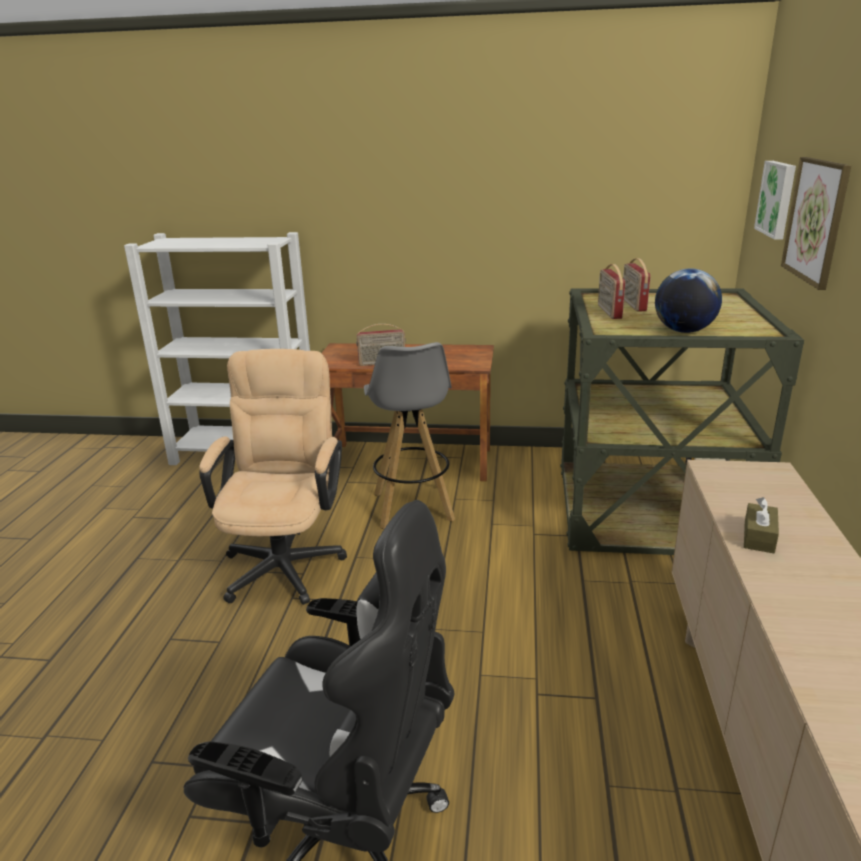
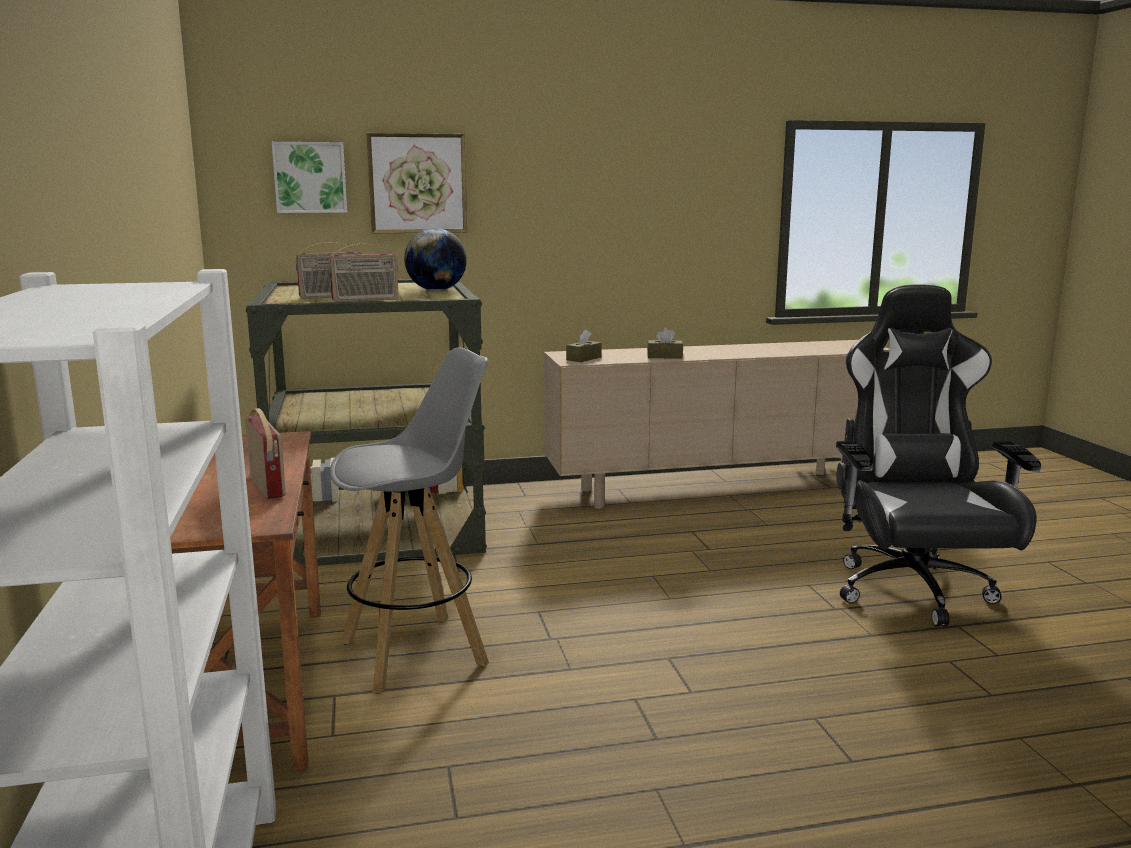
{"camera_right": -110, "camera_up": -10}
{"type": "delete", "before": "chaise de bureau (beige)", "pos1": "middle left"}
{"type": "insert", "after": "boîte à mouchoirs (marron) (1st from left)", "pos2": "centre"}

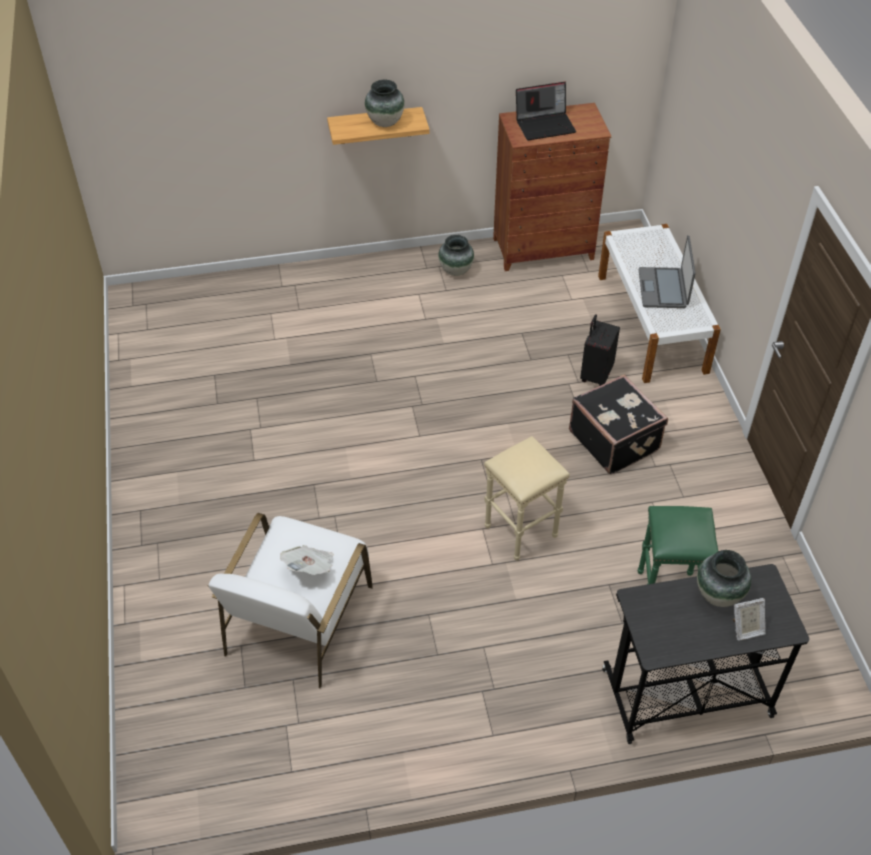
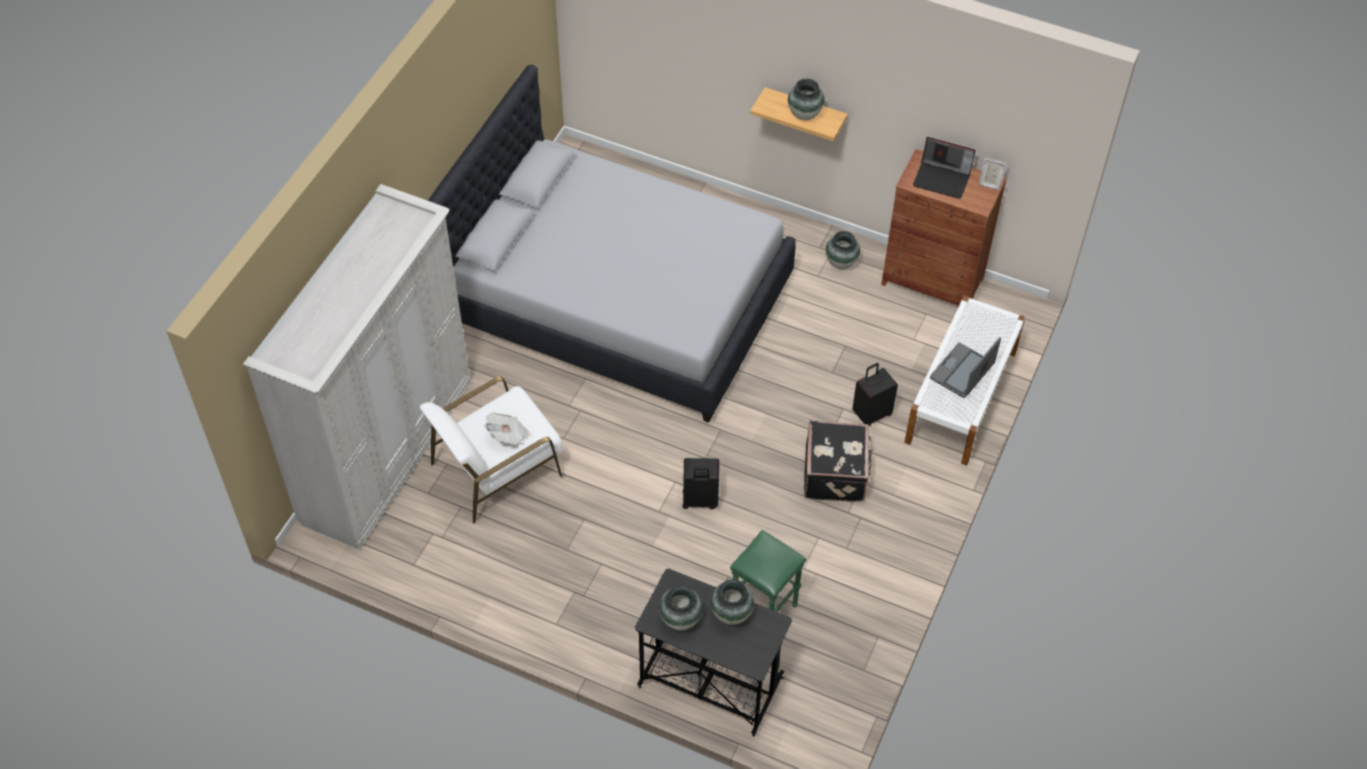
{"camera_right": 35, "camera_up": 5}
{"type": "replace", "before": "tabouret (beige)", "after": "valise (noir) (1st from left)", "pos1": "centre", "pos2": "centre"}
{"type": "move", "before": "cadre photo", "pos1": "bottom right", "pos2": "top right"}
{"type": "insert", "after": "armoire (blanc)", "pos2": "middle left"}
{"type": "insert", "after": "lit (gris)", "pos2": "top centre"}
{"type": "insert", "after": "vase (1st from left)", "pos2": "bottom centre"}

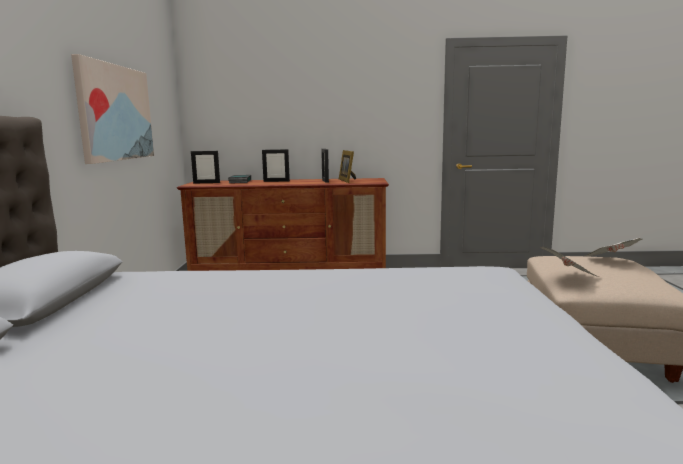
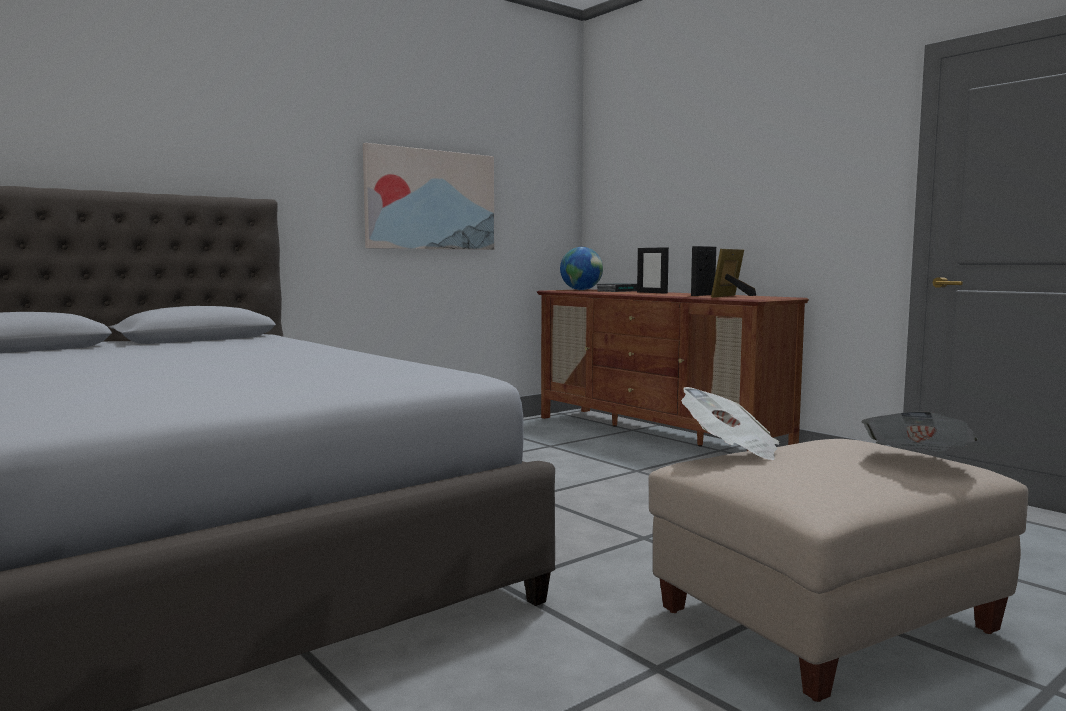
{"camera_right": 50, "camera_up": -5}
{"type": "replace", "before": "cadre photo (1st from left)", "after": "globe", "pos1": "middle left", "pos2": "centre"}

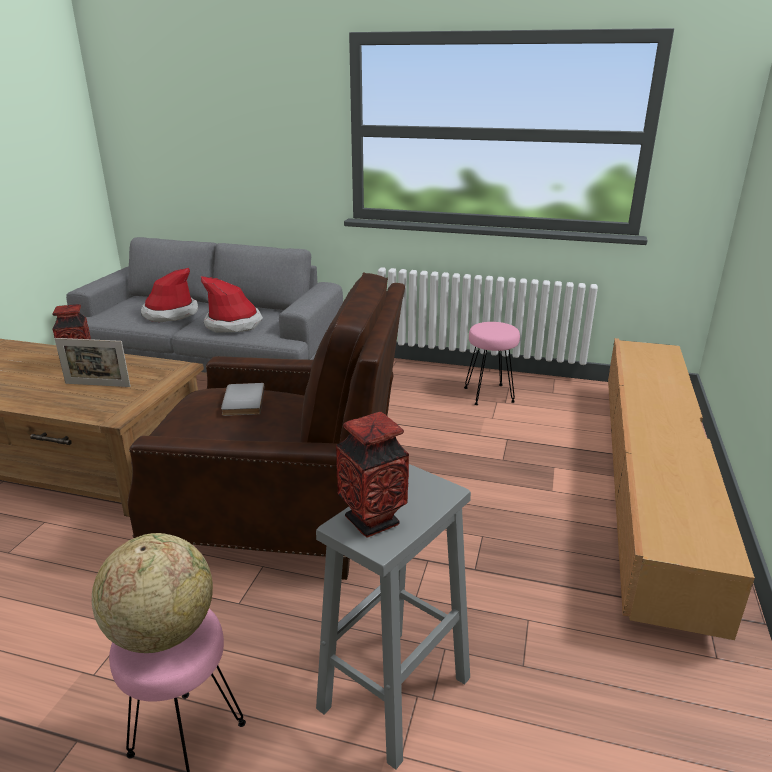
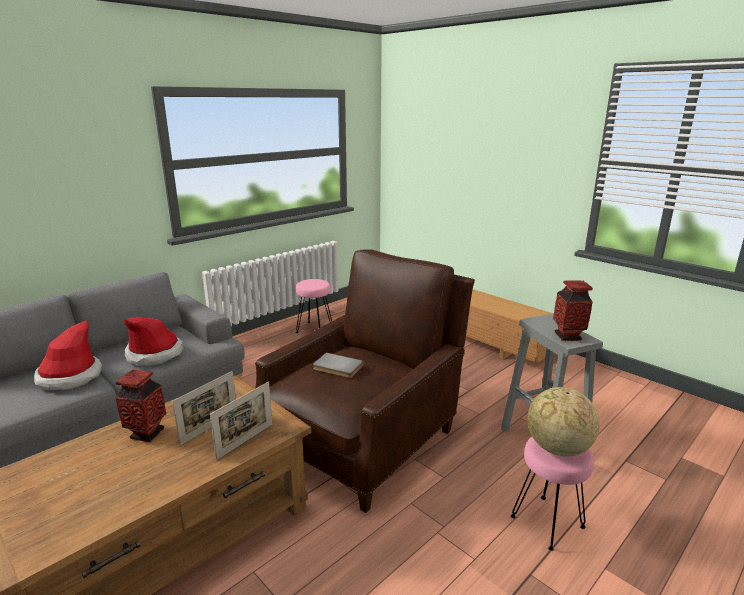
{"camera_right": -60, "camera_up": -5}
{"type": "insert", "after": "cadre photo (2nd from left)", "pos2": "bottom left"}

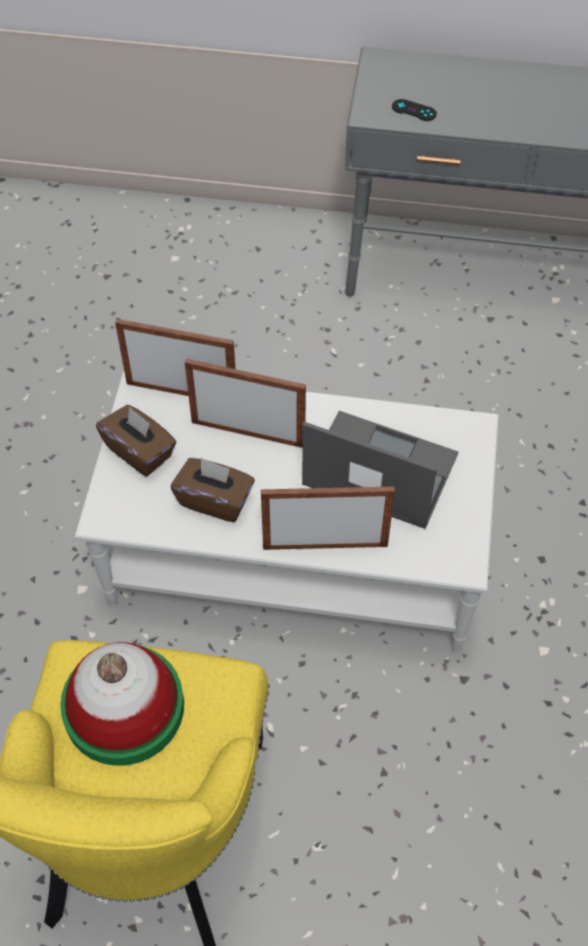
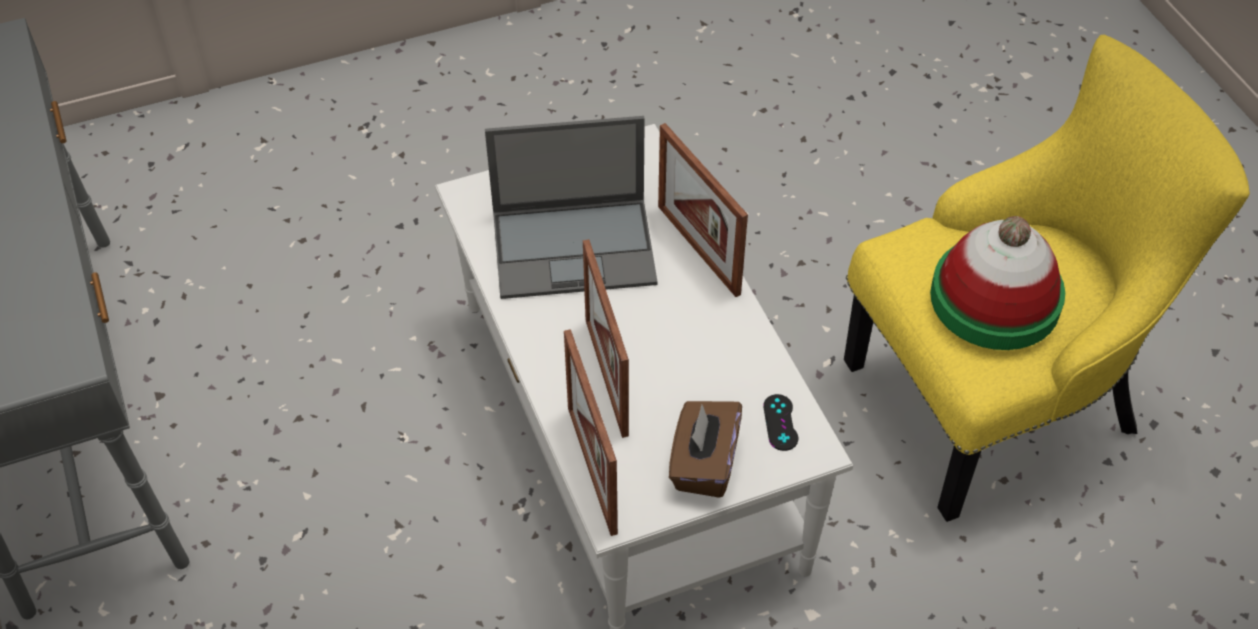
{"camera_right": -120, "camera_up": -5}
{"type": "delete", "before": "boîte à mouchoirs (marron) (2nd from left)", "pos1": "centre"}
{"type": "rotate", "before": "ordinateur portable", "pos1": "centre", "pos2": "top centre", "turn": -90}
{"type": "move", "before": "manette (noir)", "pos1": "top right", "pos2": "bottom centre"}

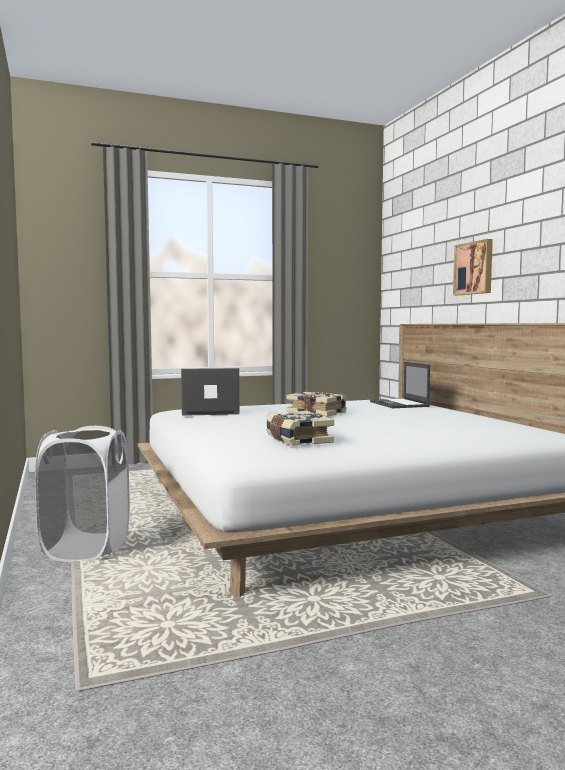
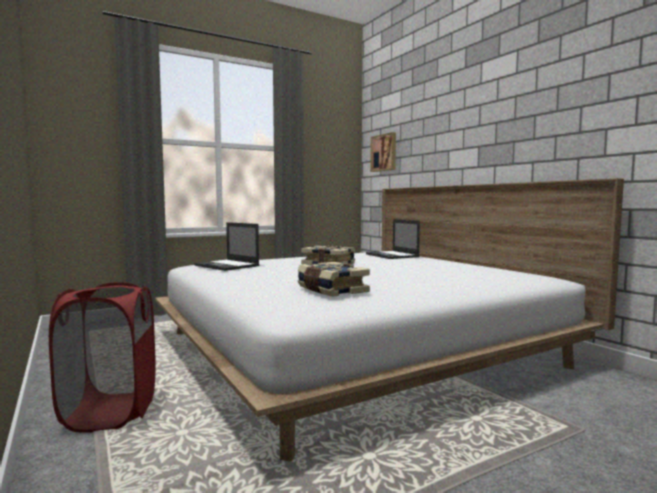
{"camera_right": -10, "camera_up": 0}
{"type": "recolor", "before": "panier à linge (blanc)", "after": "panier à linge (rouge)", "pos1": "middle left", "pos2": "bottom left"}
{"type": "rotate", "before": "ordinateur portable (1st from left)", "pos1": "centre", "pos2": "centre", "turn": -120}
{"type": "move", "before": "tableau", "pos1": "middle right", "pos2": "top centre"}

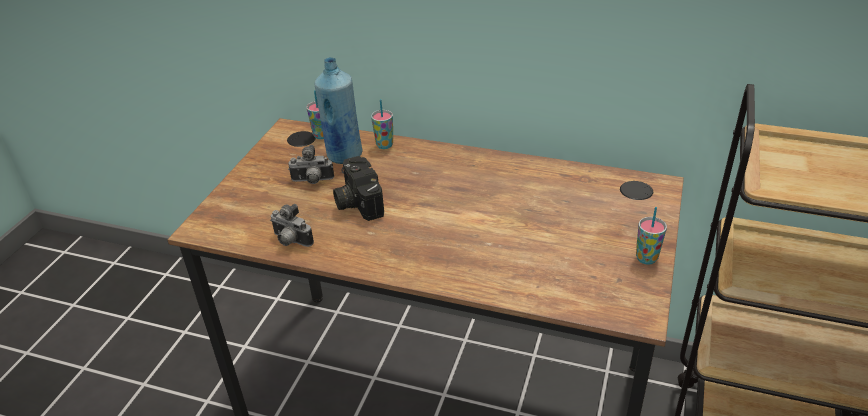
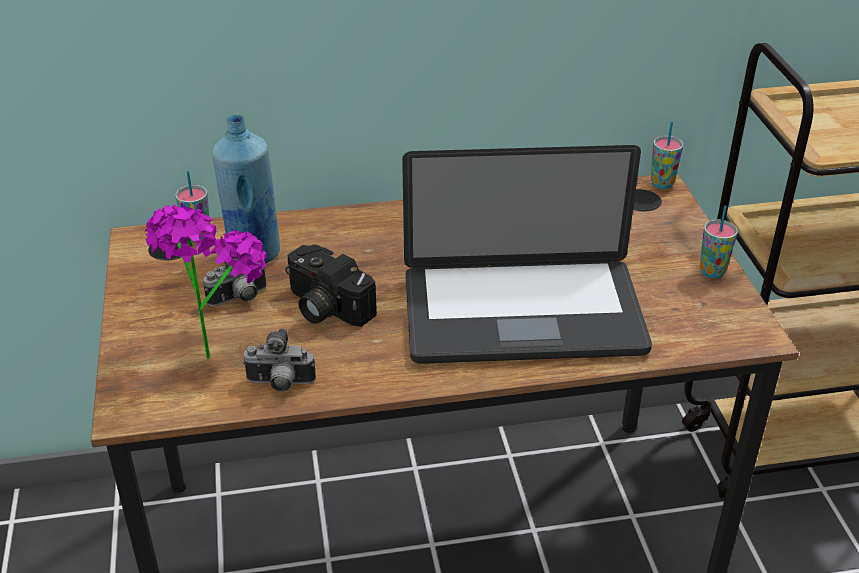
{"camera_right": -30, "camera_up": 0}
{"type": "move", "before": "tasse (2nd from left)", "pos1": "top centre", "pos2": "top right"}
{"type": "insert", "after": "plante en pot", "pos2": "middle left"}
{"type": "insert", "after": "ordinateur portable", "pos2": "centre"}

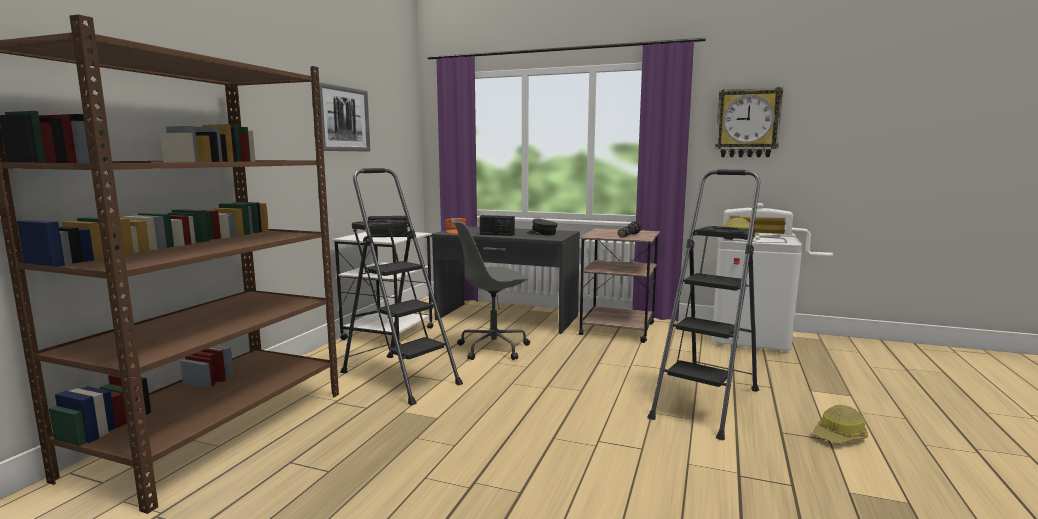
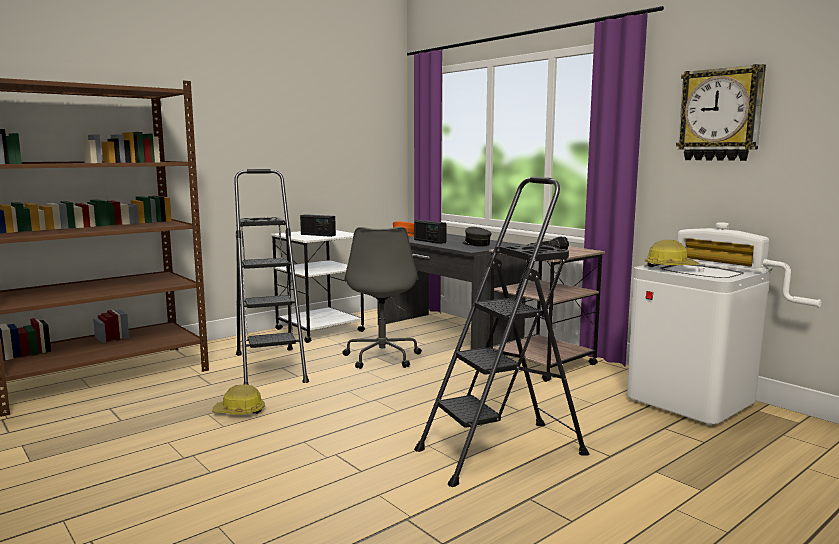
{"camera_right": 30, "camera_up": 0}
{"type": "delete", "before": "tableau", "pos1": "top left"}
{"type": "rotate", "before": "chaise de bureau (gris)", "pos1": "centre", "pos2": "centre", "turn": -105}
{"type": "move", "before": "casque de chantier (2nd from left in the first image)", "after": "casque de chantier (1st from left)", "pos1": "bottom right", "pos2": "bottom left"}

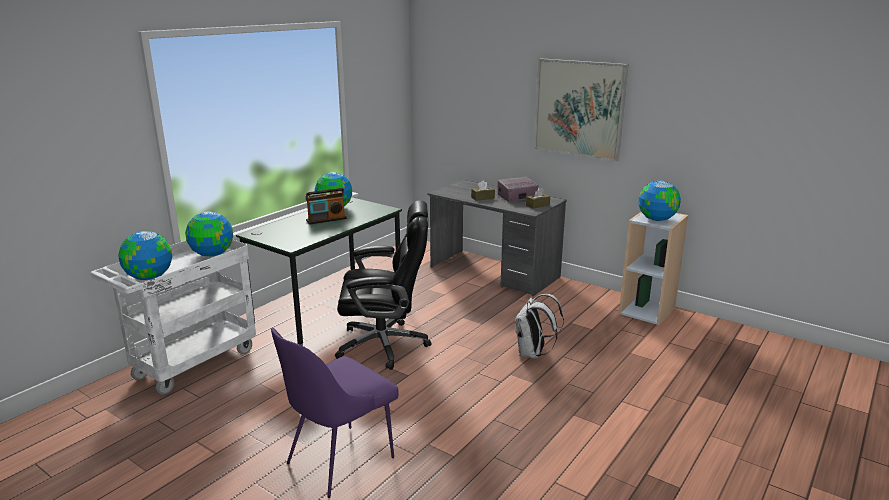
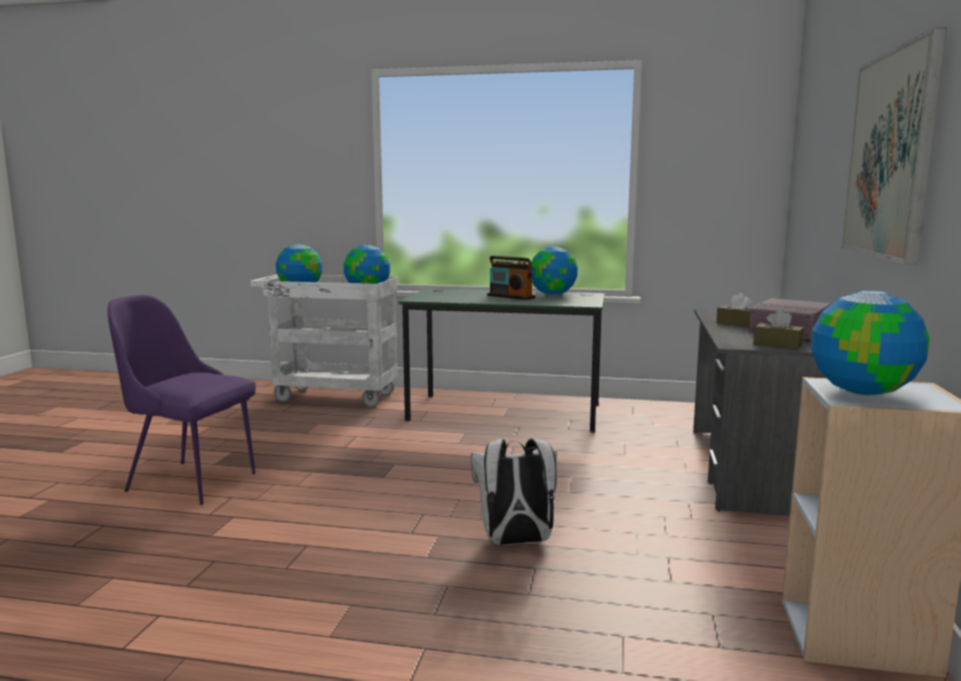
{"camera_right": 65, "camera_up": -10}
{"type": "delete", "before": "chaise de bureau (noir)", "pos1": "centre"}

